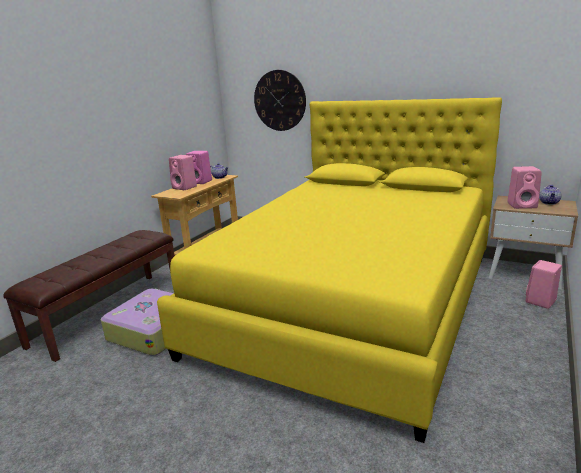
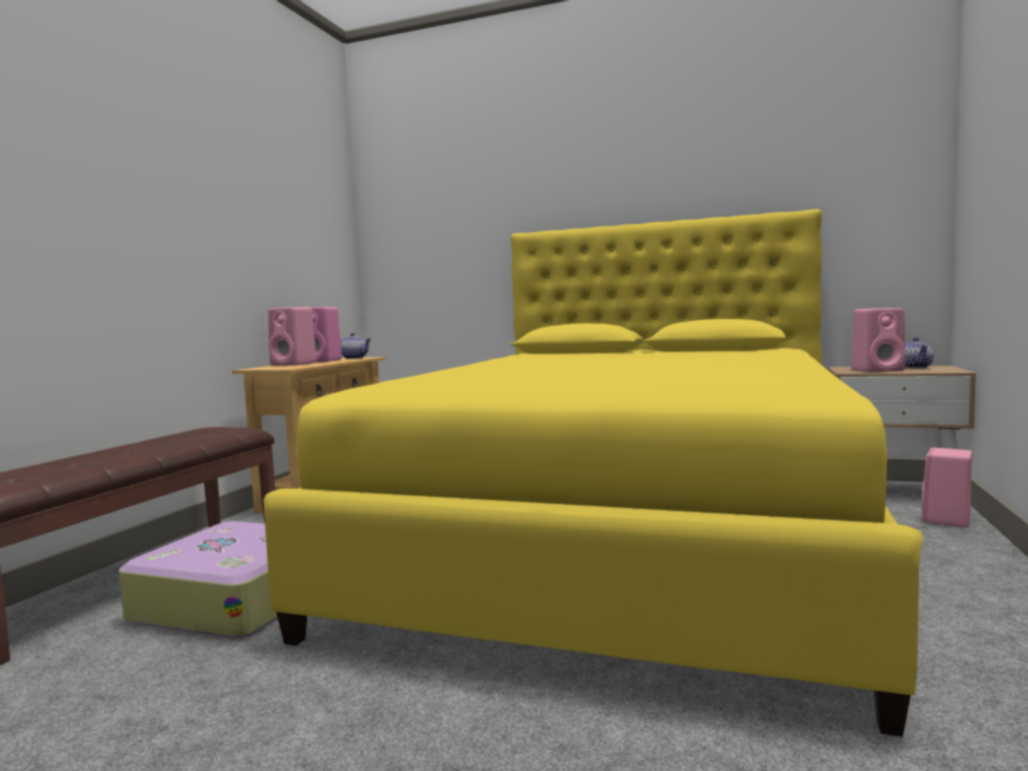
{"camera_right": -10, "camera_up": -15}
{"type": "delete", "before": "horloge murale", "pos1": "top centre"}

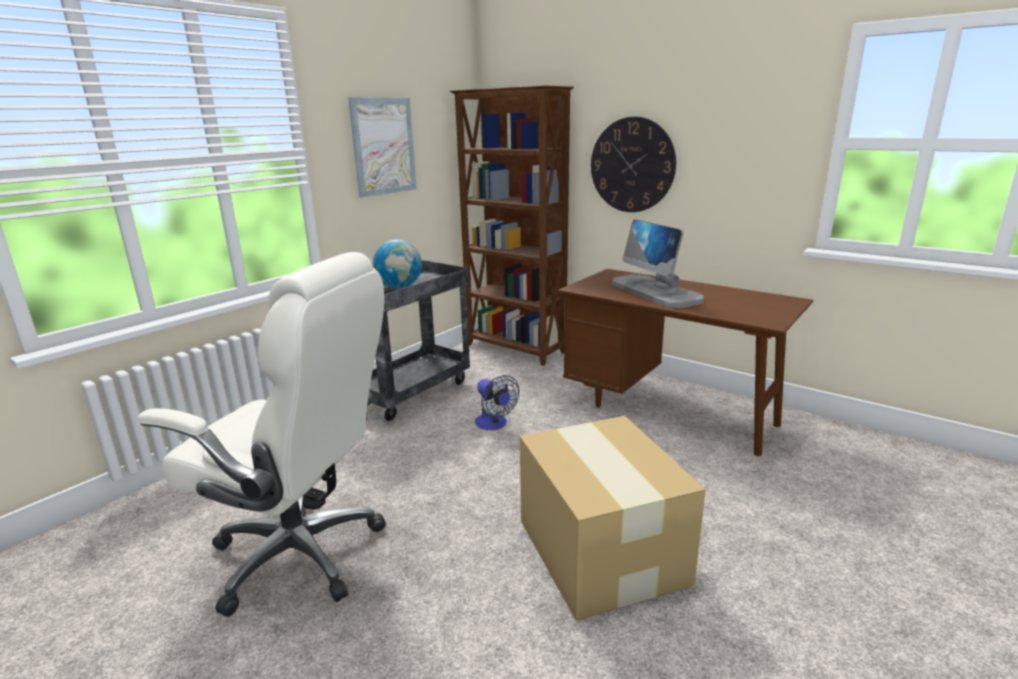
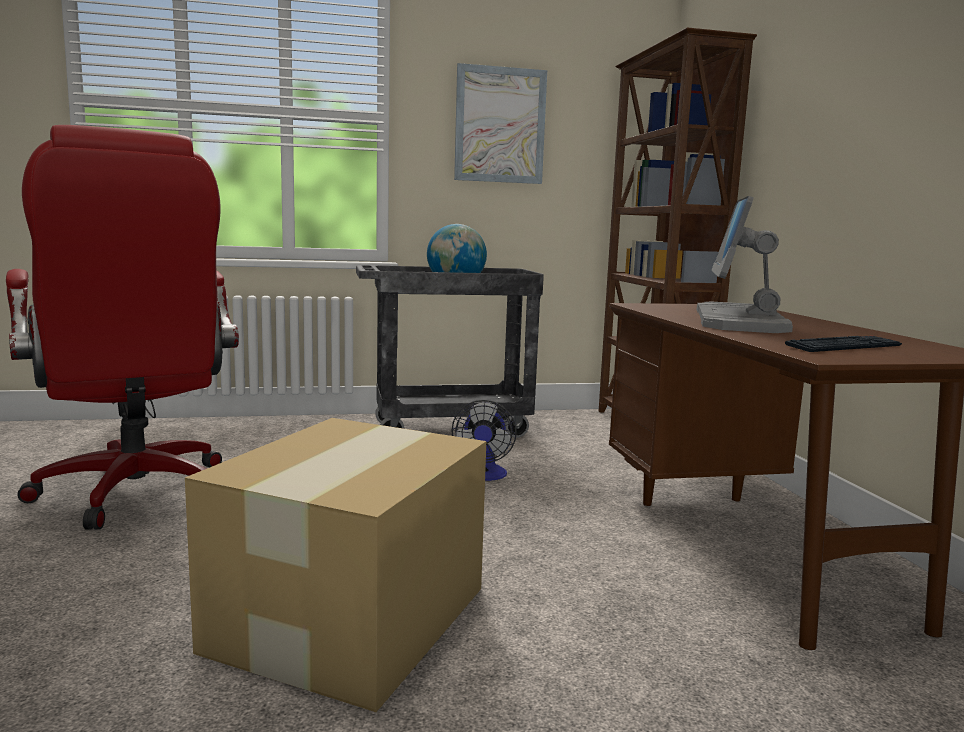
{"camera_right": 40, "camera_up": -10}
{"type": "recolor", "before": "chaise de bureau (blanc)", "after": "chaise de bureau (rouge)", "pos1": "middle left", "pos2": "middle left"}
{"type": "delete", "before": "horloge murale", "pos1": "top centre"}
{"type": "insert", "after": "clavier", "pos2": "middle right"}

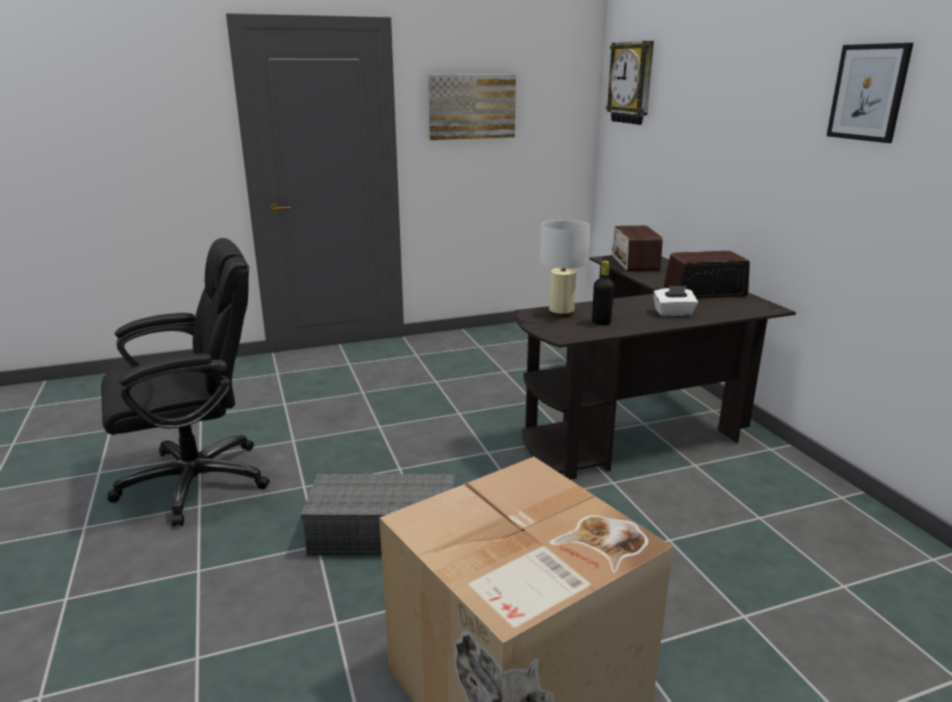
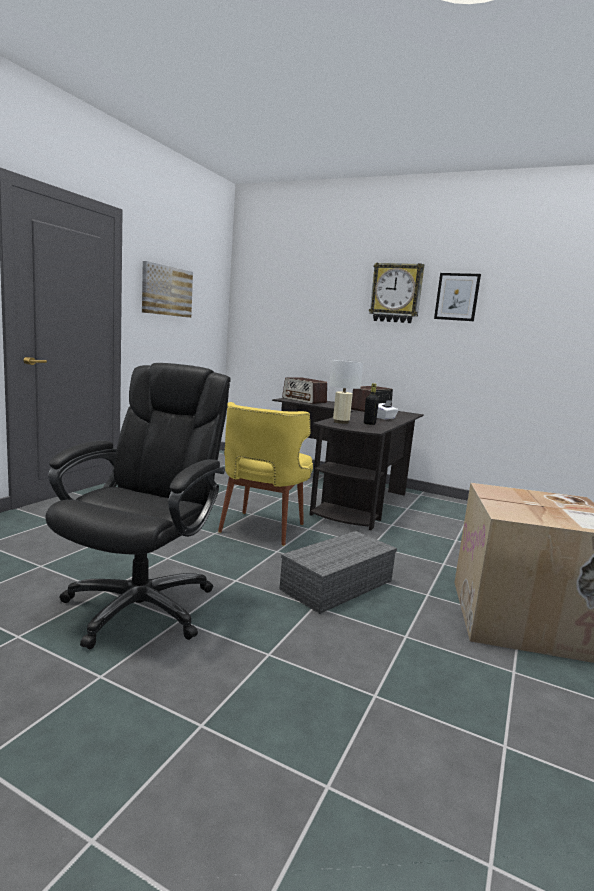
{"camera_right": -45, "camera_up": -10}
{"type": "move", "before": "horloge murale", "pos1": "top centre", "pos2": "top right"}
{"type": "insert", "after": "chaise (jaune)", "pos2": "centre"}

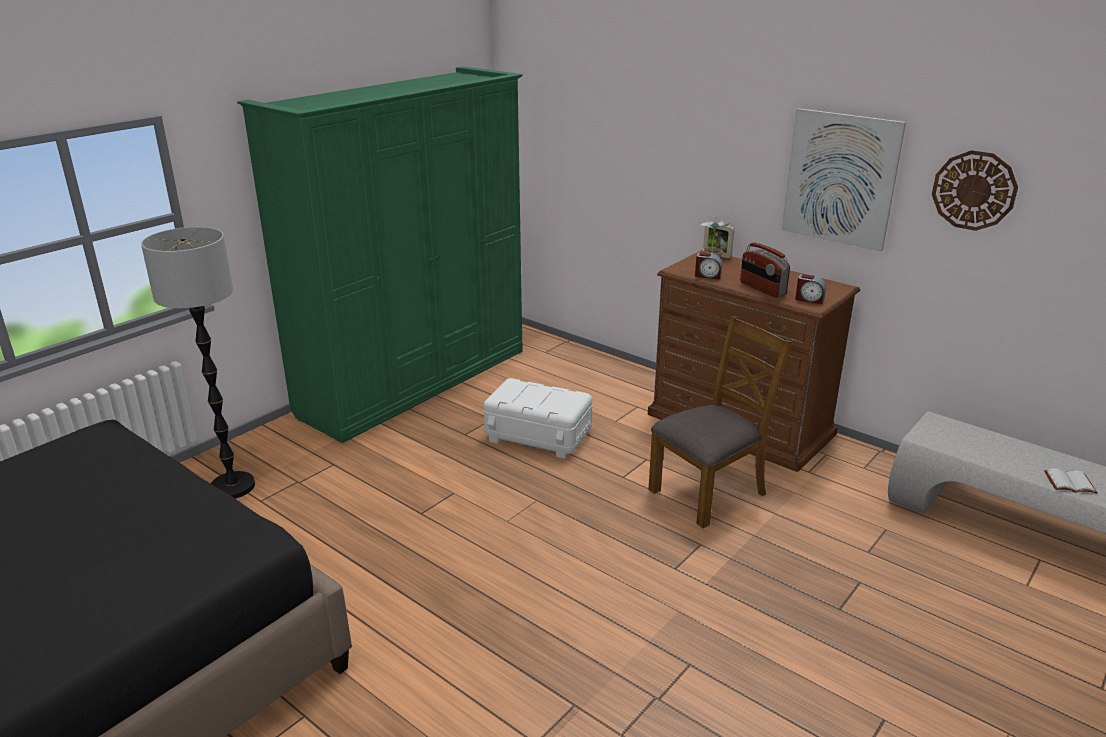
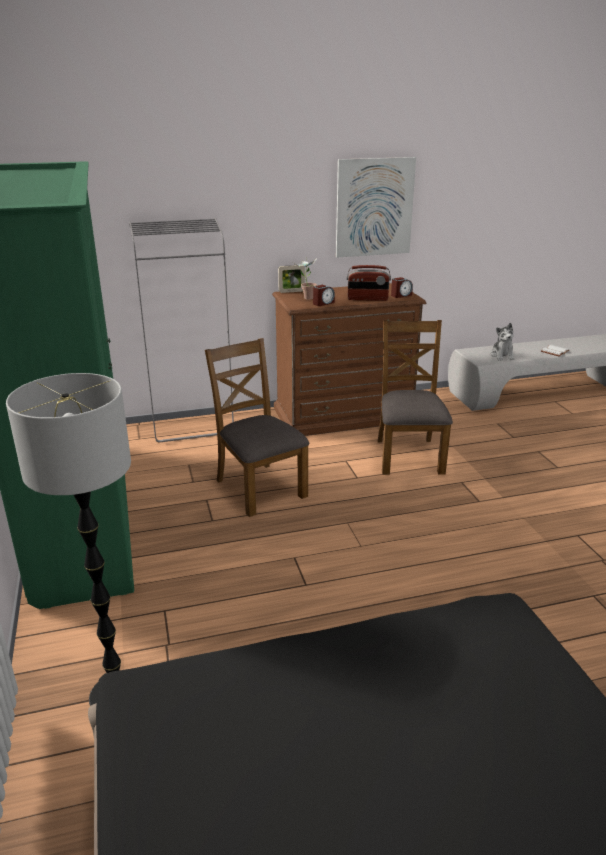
{"camera_right": -55, "camera_up": 0}
{"type": "replace", "before": "boîte de rangement (blanc)", "after": "chaise (marron) (1st from left)", "pos1": "centre", "pos2": "centre"}
{"type": "delete", "before": "horloge murale", "pos1": "top right"}
{"type": "insert", "after": "portant (gris)", "pos2": "middle left"}
{"type": "insert", "after": "peluche", "pos2": "middle right"}

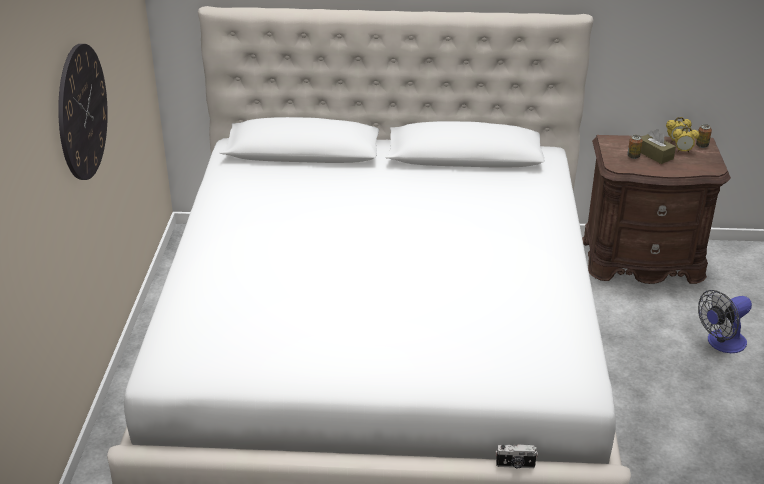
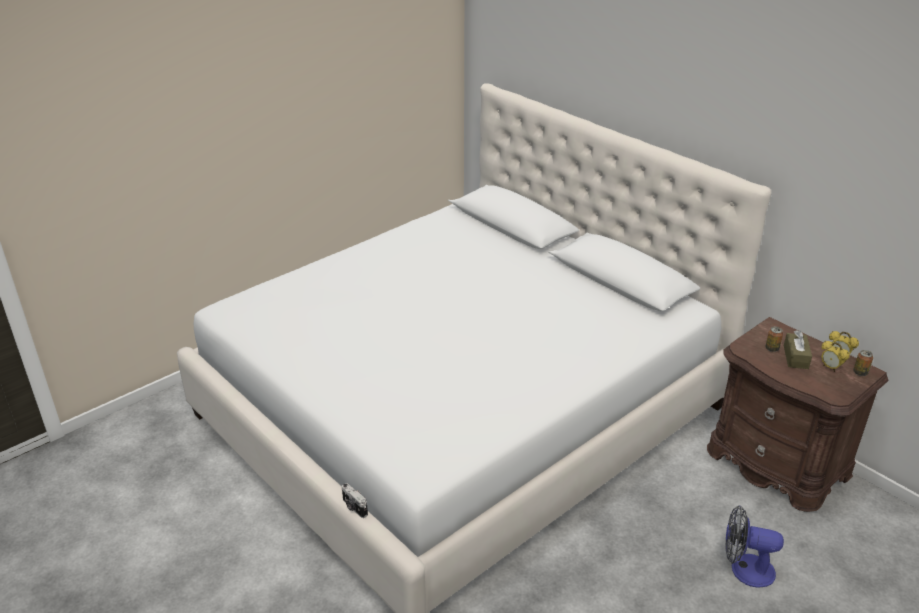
{"camera_right": 45, "camera_up": 0}
{"type": "delete", "before": "horloge murale", "pos1": "top left"}

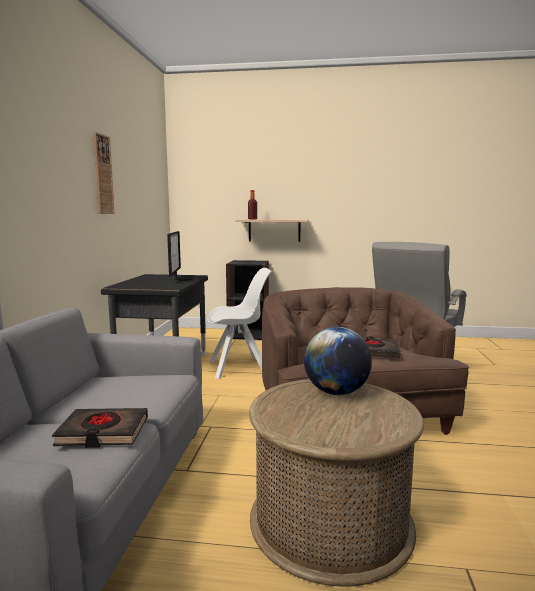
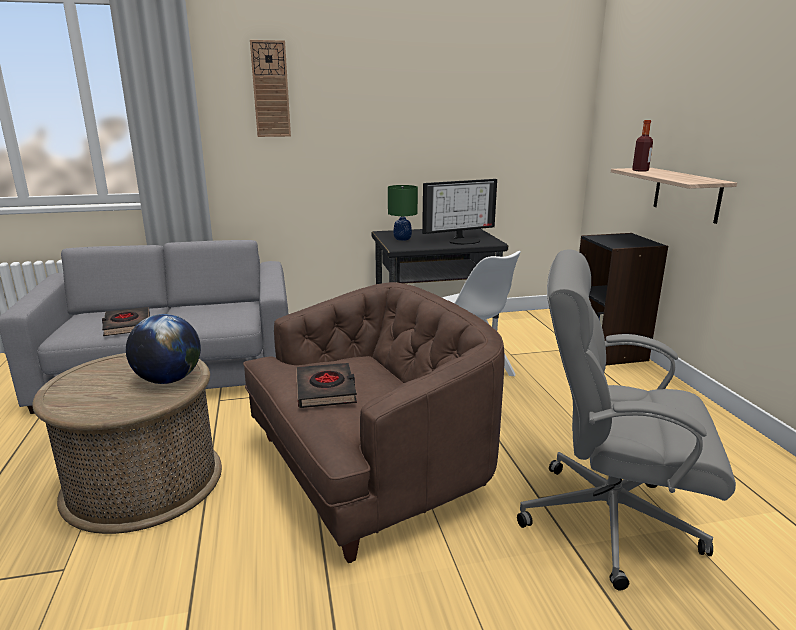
{"camera_right": 70, "camera_up": 10}
{"type": "move", "before": "horloge murale", "pos1": "top left", "pos2": "top centre"}
{"type": "insert", "after": "lampe de table (vert)", "pos2": "centre"}

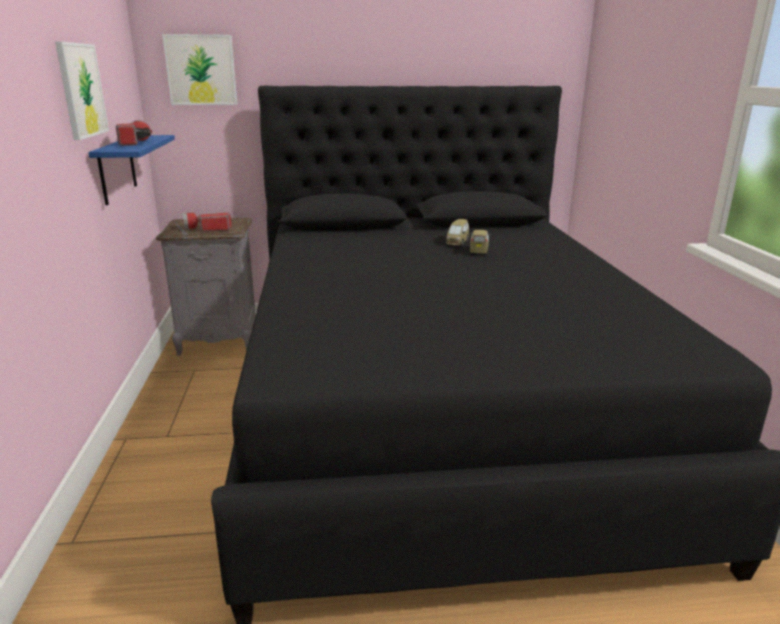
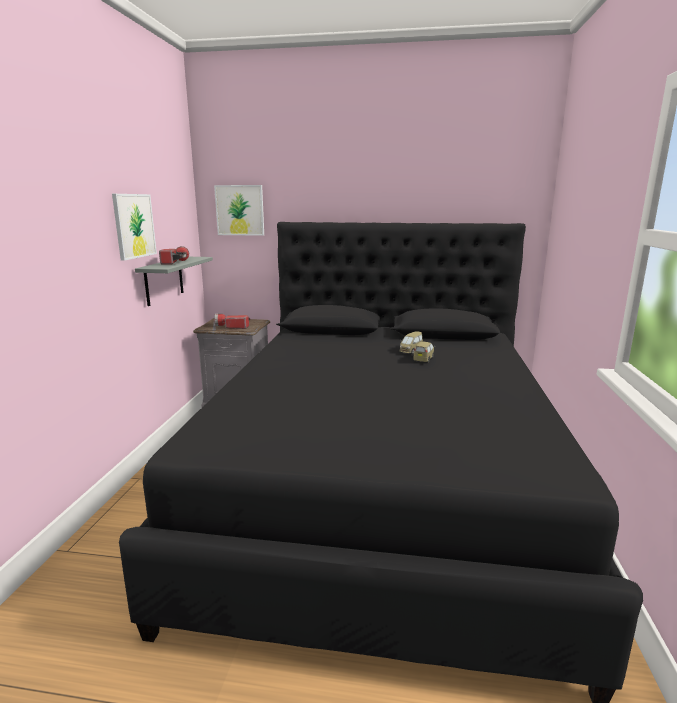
{"camera_right": 15, "camera_up": -5}
{"type": "recolor", "before": "étagère (bleu)", "after": "étagère (gris)", "pos1": "top left", "pos2": "middle left"}

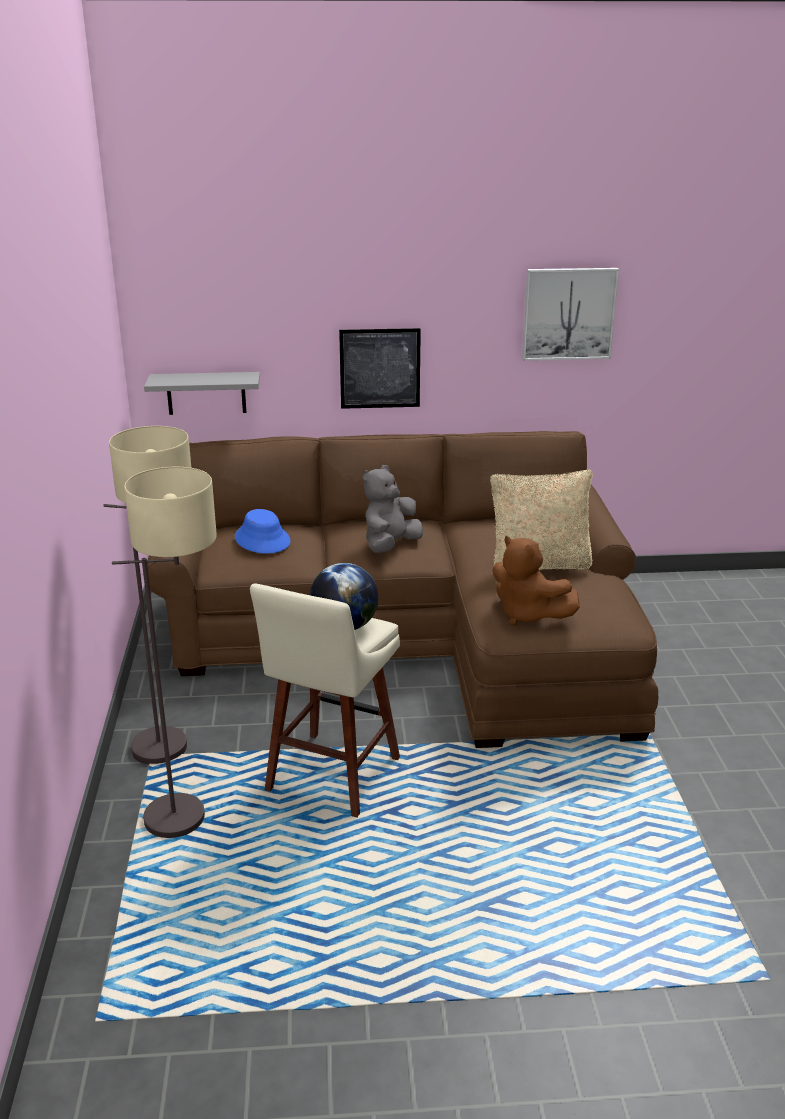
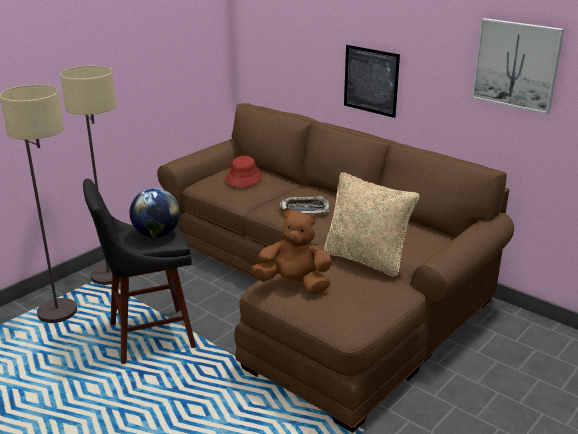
{"camera_right": 45, "camera_up": 0}
{"type": "delete", "before": "étagère (gris)", "pos1": "middle left"}
{"type": "recolor", "before": "chapeau (bleu)", "after": "chapeau (rouge)", "pos1": "centre", "pos2": "centre"}
{"type": "recolor", "before": "tabouret (beige)", "after": "tabouret (noir)", "pos1": "centre", "pos2": "middle left"}
{"type": "replace", "before": "peluche (gris)", "after": "plateau", "pos1": "centre", "pos2": "centre"}
{"type": "rotate", "before": "peluche (marron)", "pos1": "middle right", "pos2": "centre", "turn": 105}

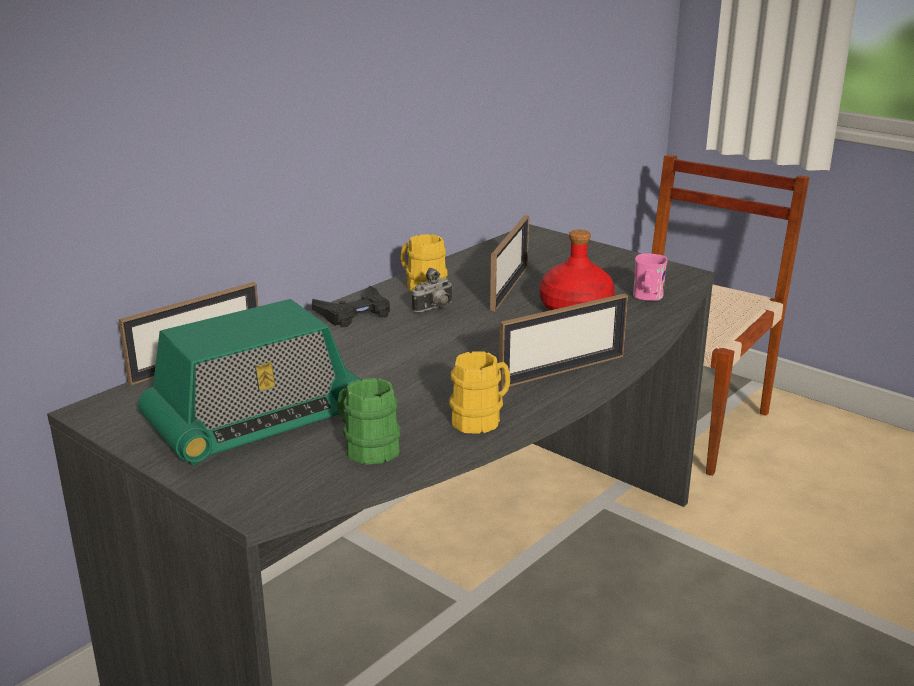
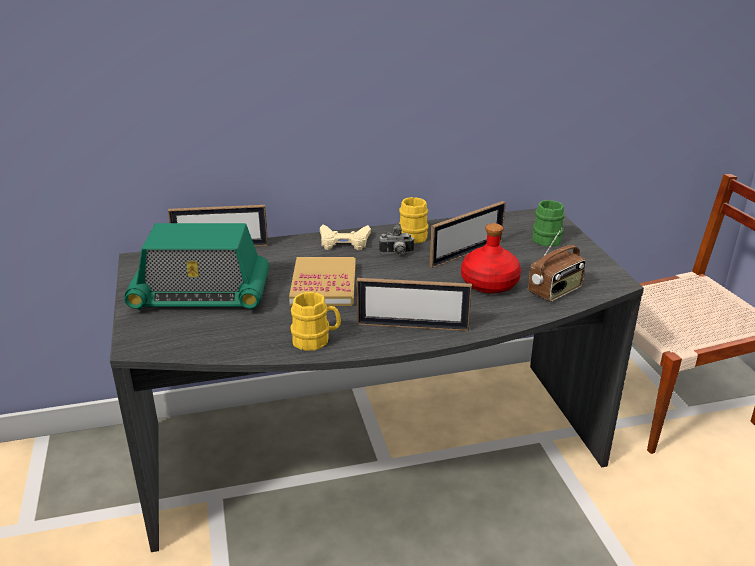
{"camera_right": 35, "camera_up": 5}
{"type": "recolor", "before": "manette (noir)", "after": "manette (beige)", "pos1": "centre", "pos2": "centre"}
{"type": "move", "before": "mug (vert)", "pos1": "centre", "pos2": "middle right"}
{"type": "replace", "before": "mug (rose)", "after": "radio (2nd from left)", "pos1": "middle right", "pos2": "middle right"}
{"type": "insert", "after": "livre", "pos2": "centre"}

